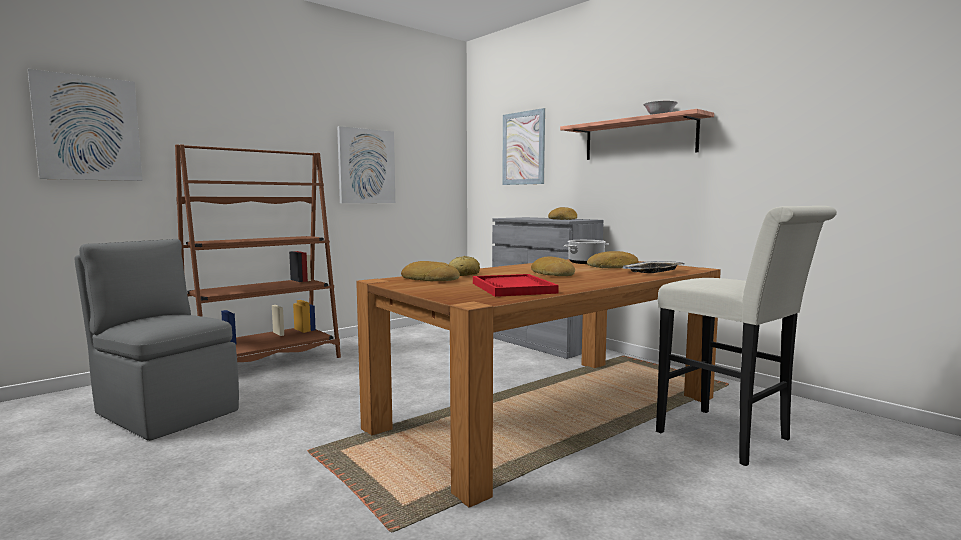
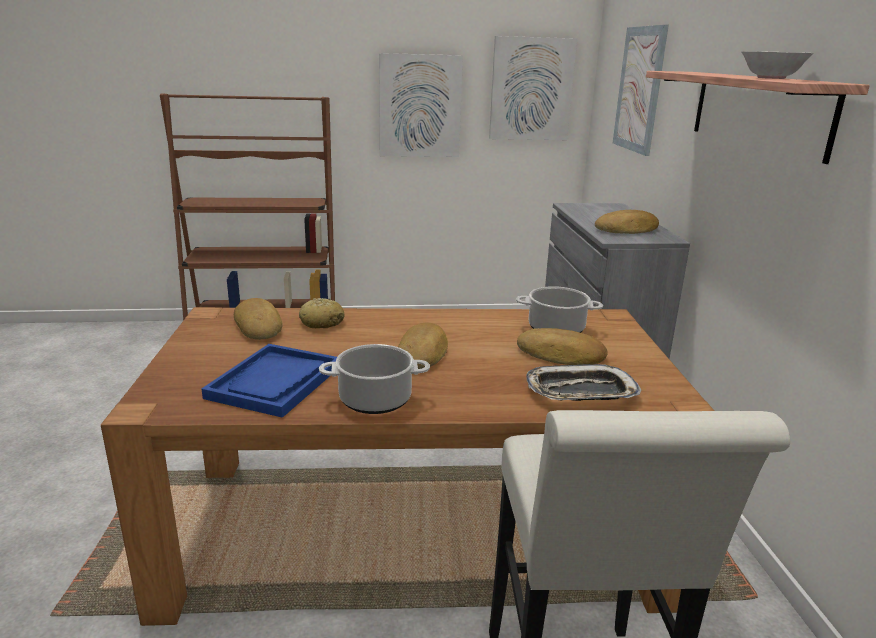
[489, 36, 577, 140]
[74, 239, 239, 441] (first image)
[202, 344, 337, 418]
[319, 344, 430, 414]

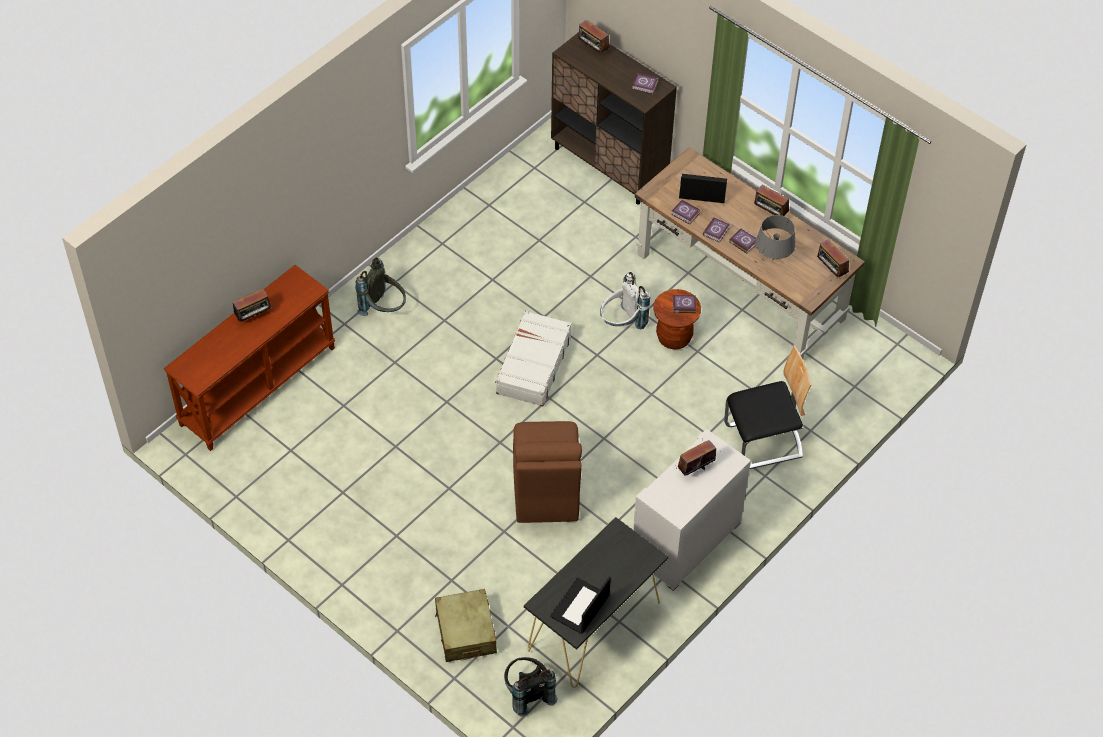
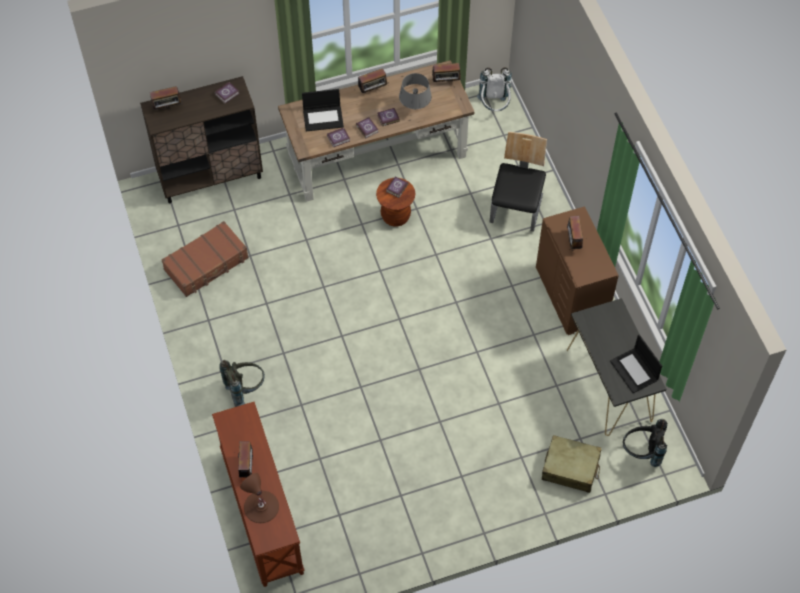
[302, 89, 344, 132]
[477, 68, 512, 111]
[495, 311, 572, 406] (first image)
[513, 421, 582, 523] (first image)
[536, 206, 619, 335]
[161, 221, 249, 297]
[240, 473, 279, 523]

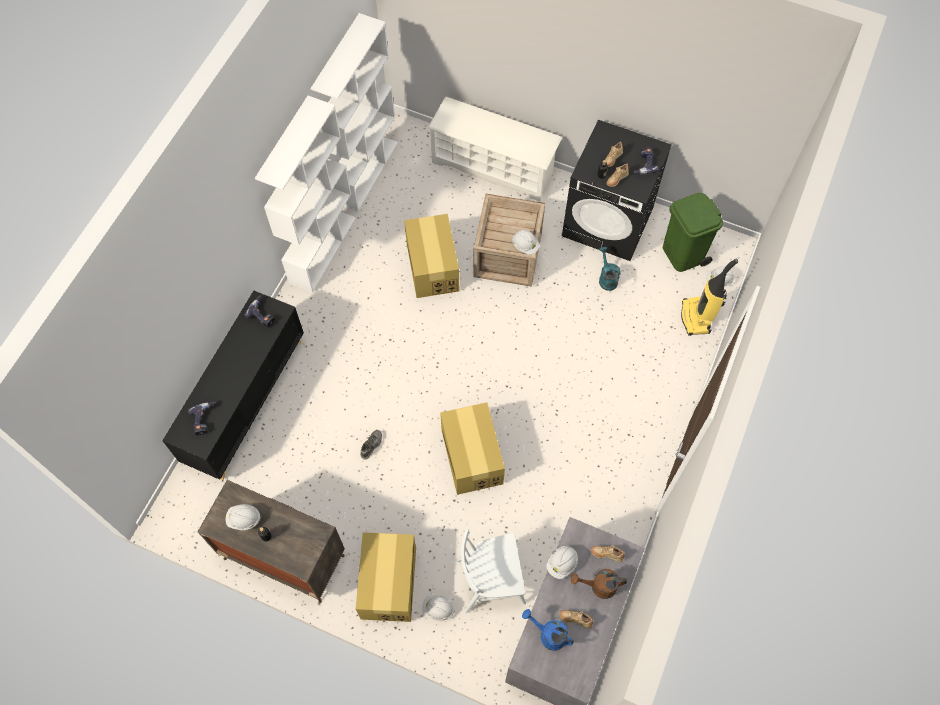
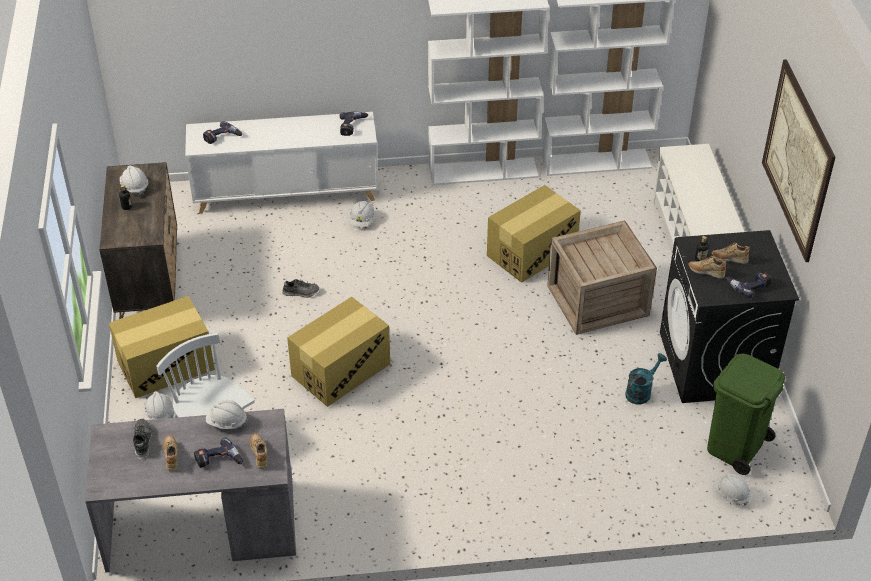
[349, 201, 375, 227]
[681, 259, 738, 336] (first image)
[185, 112, 379, 213]
[194, 438, 243, 468]
[133, 419, 153, 459]
[762, 59, 836, 262]

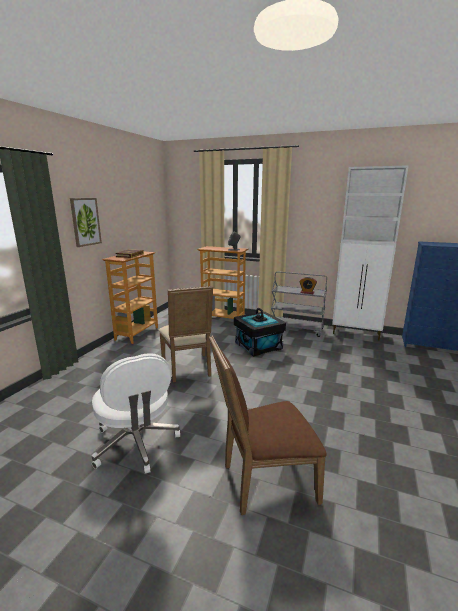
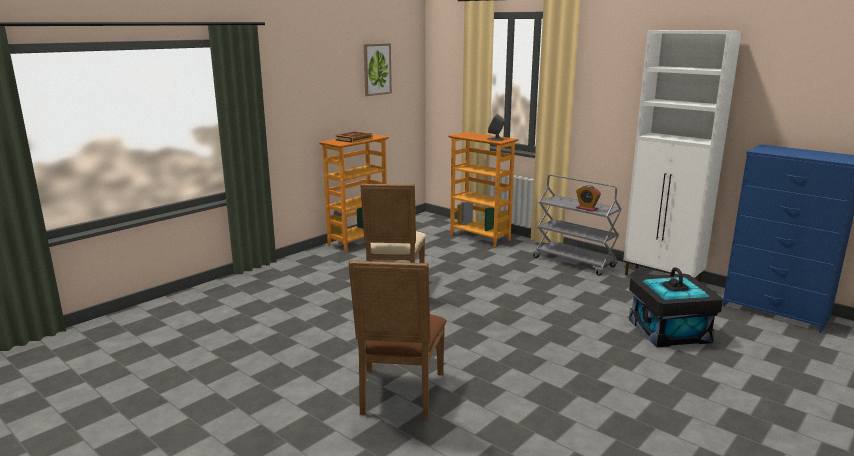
[364, 43, 392, 96]
[629, 267, 723, 347]
[348, 260, 446, 419]
[92, 353, 181, 473] (first image)

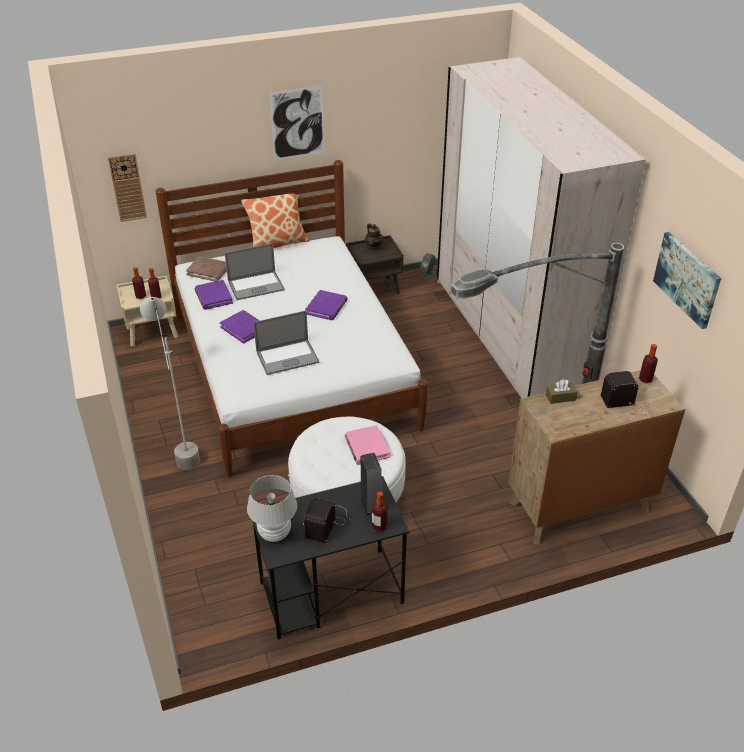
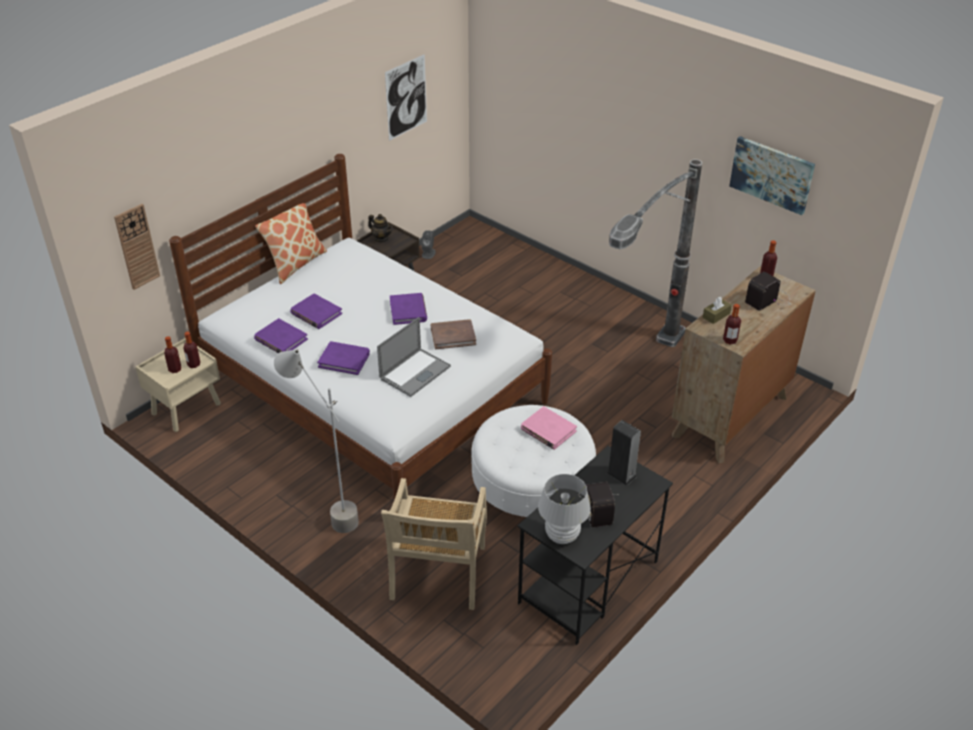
[437, 57, 646, 398] (first image)
[385, 54, 427, 141]
[290, 293, 342, 329]
[431, 319, 476, 349]
[723, 304, 741, 345]
[381, 478, 487, 610]

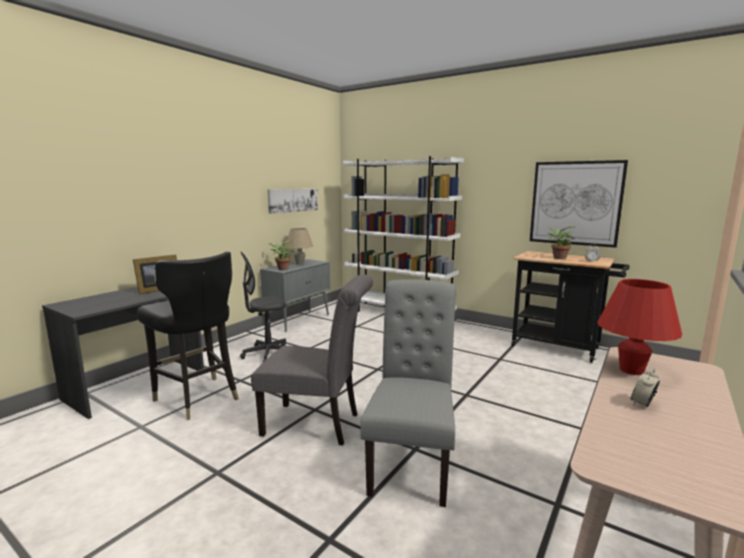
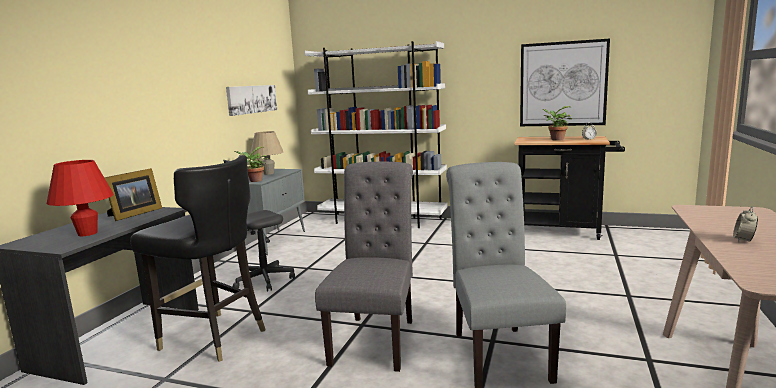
[315, 162, 413, 372]
[47, 160, 114, 236]

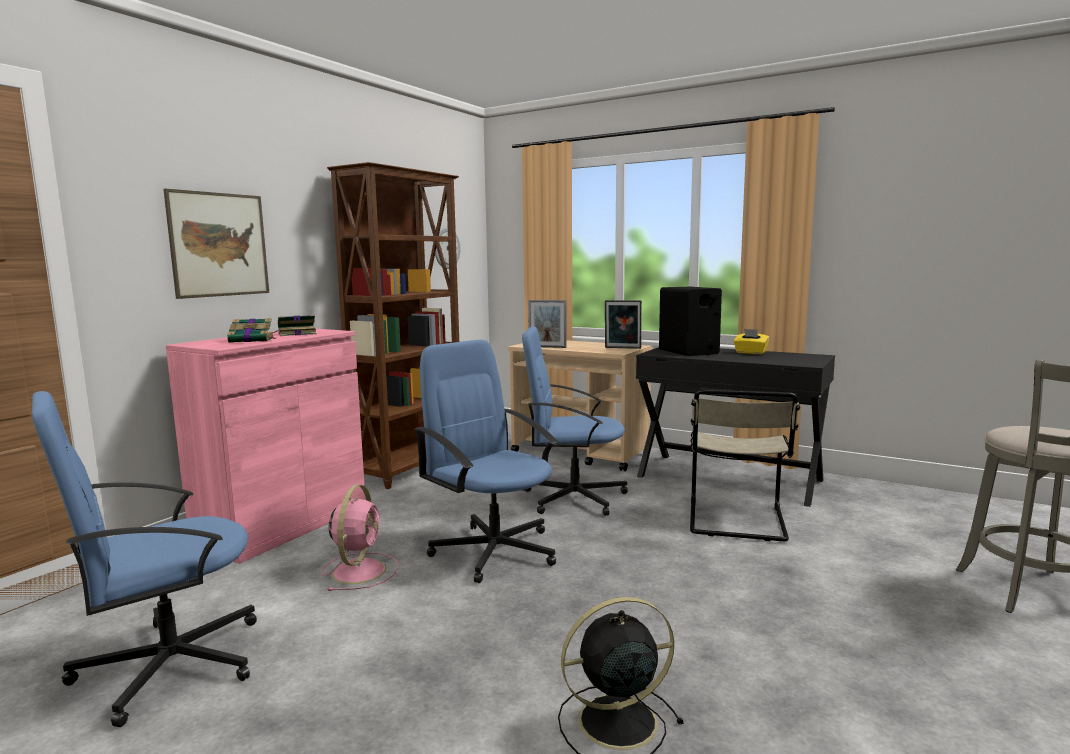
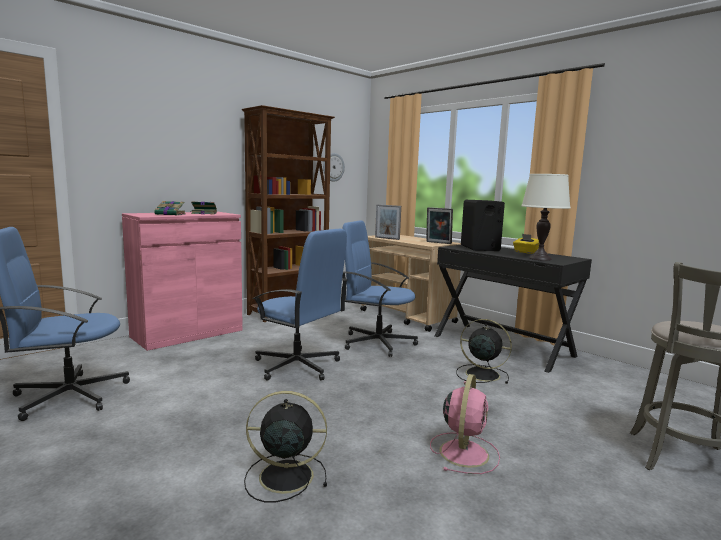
[163, 189, 269, 299] (first image)
[253, 229, 348, 381]
[456, 319, 512, 384]
[430, 374, 500, 474]
[521, 174, 571, 261]

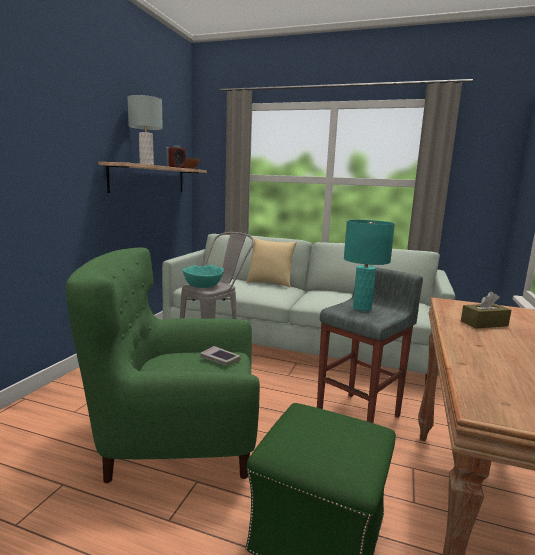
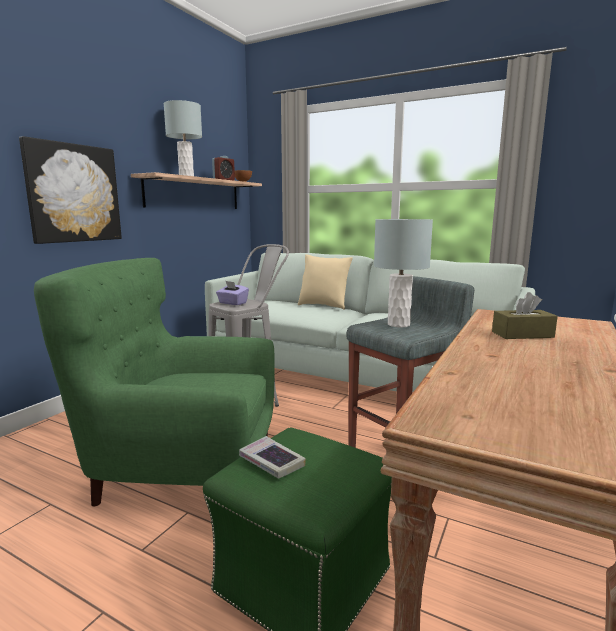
[374, 219, 433, 328]
[216, 281, 249, 305]
[239, 436, 306, 479]
[19, 136, 122, 244]

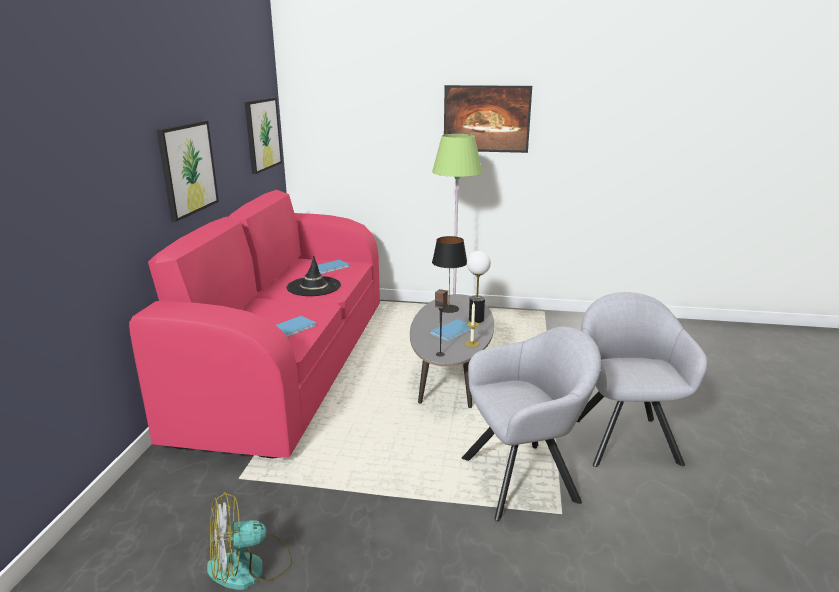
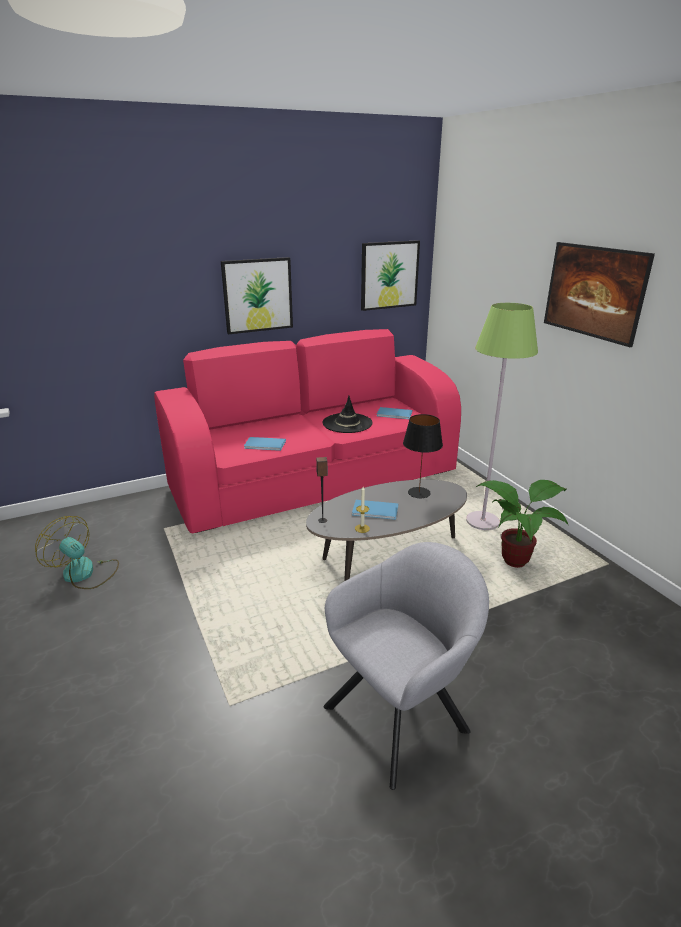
[467, 251, 491, 323] (first image)
[462, 326, 601, 521] (first image)
[475, 480, 569, 568]

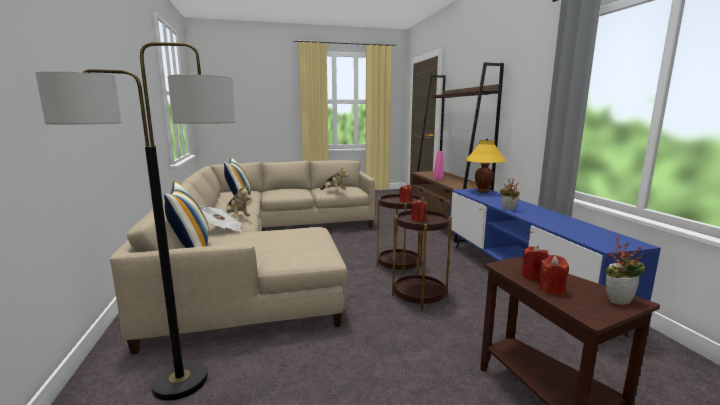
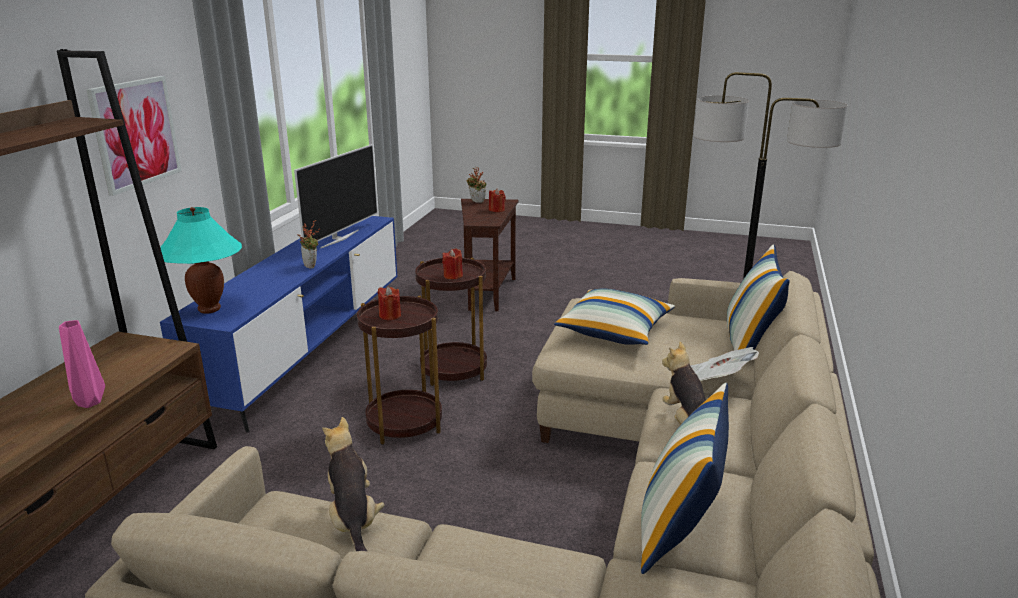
[160, 207, 242, 314]
[521, 245, 550, 281] (first image)
[86, 76, 181, 196]
[294, 144, 378, 248]
[554, 288, 675, 345]

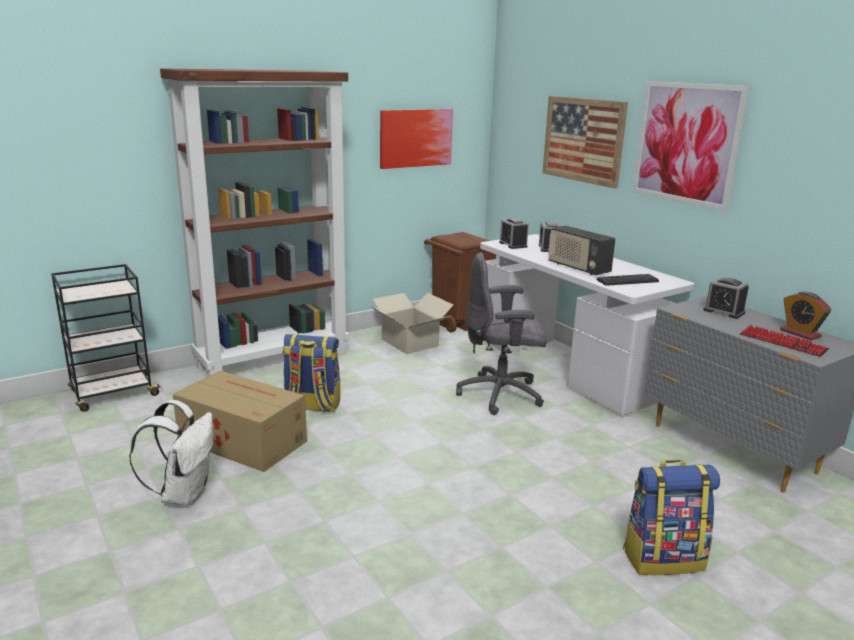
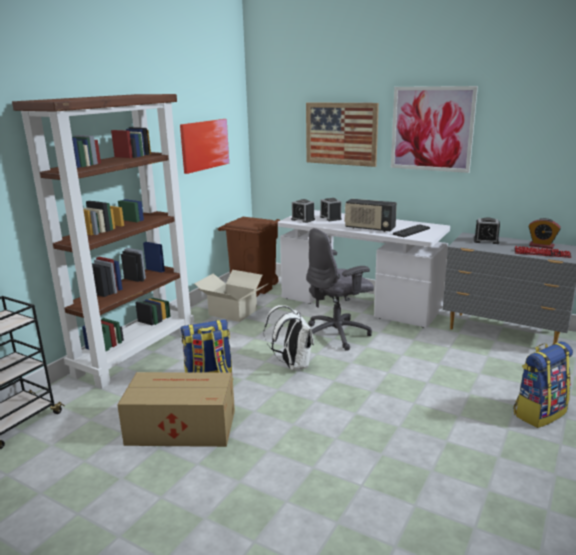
[264, 305, 314, 370]

